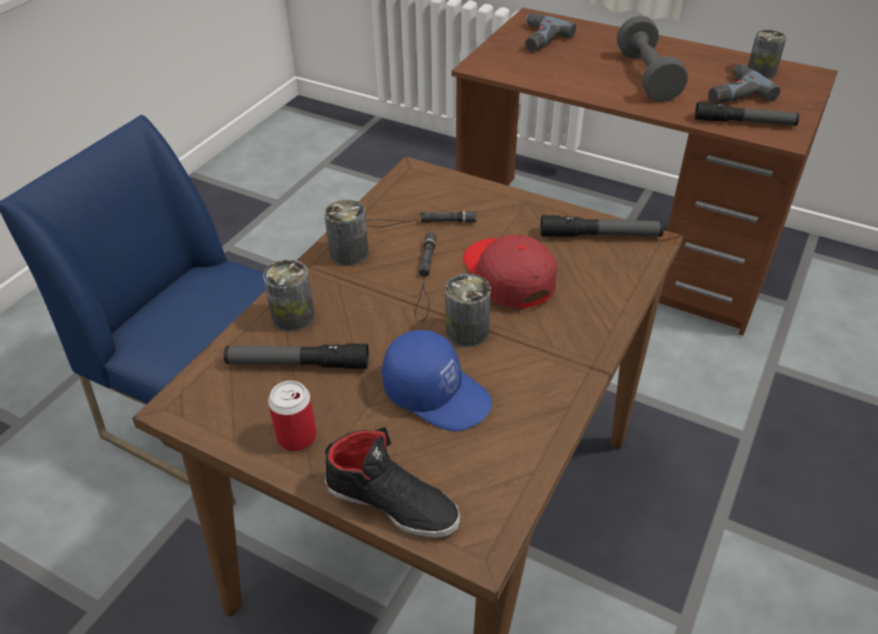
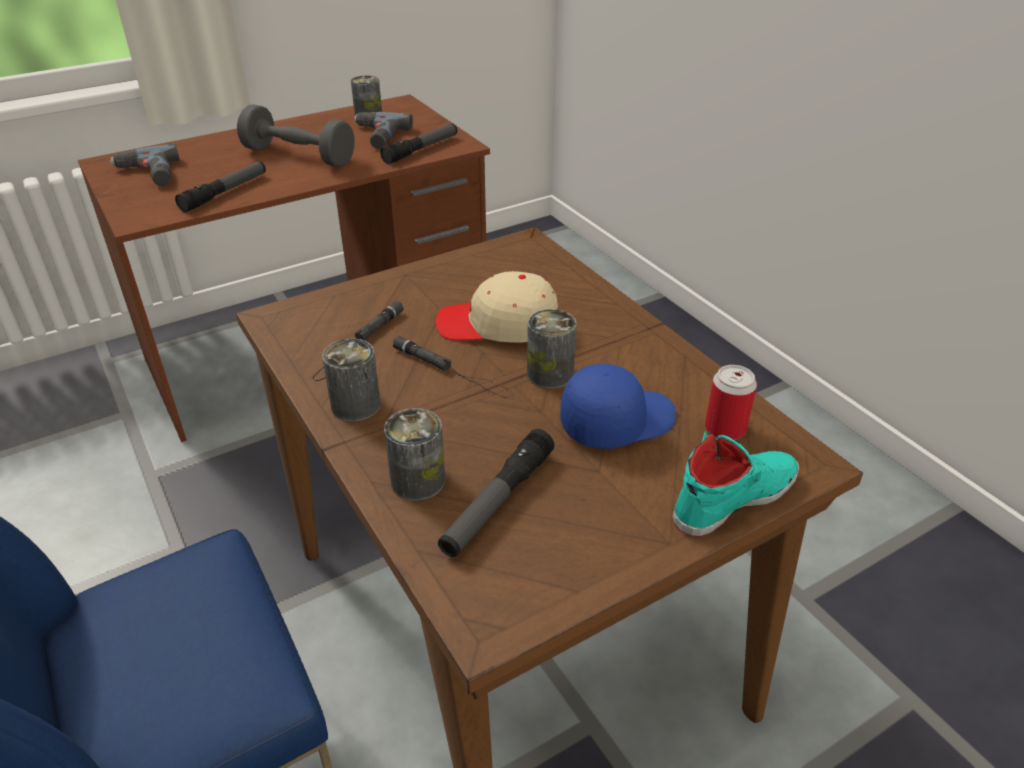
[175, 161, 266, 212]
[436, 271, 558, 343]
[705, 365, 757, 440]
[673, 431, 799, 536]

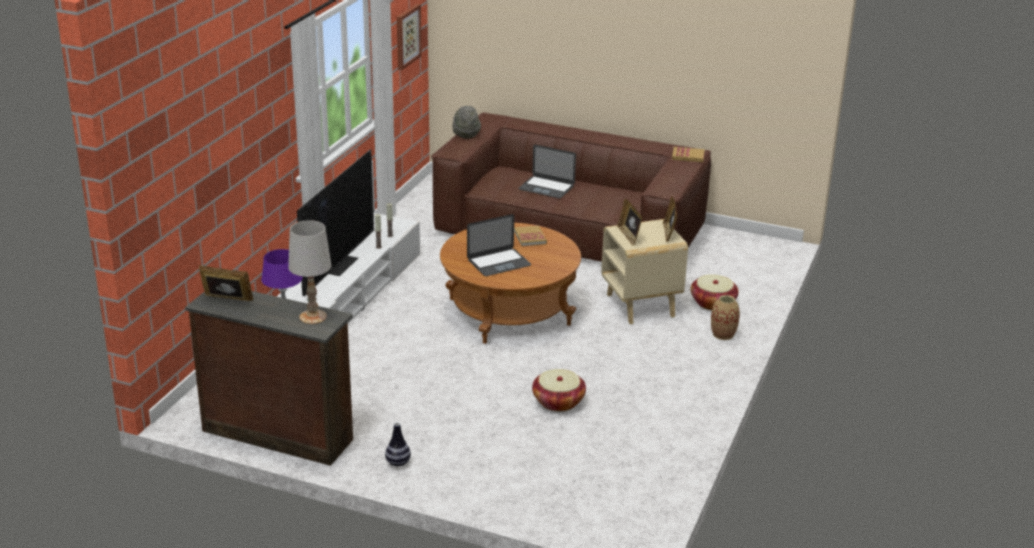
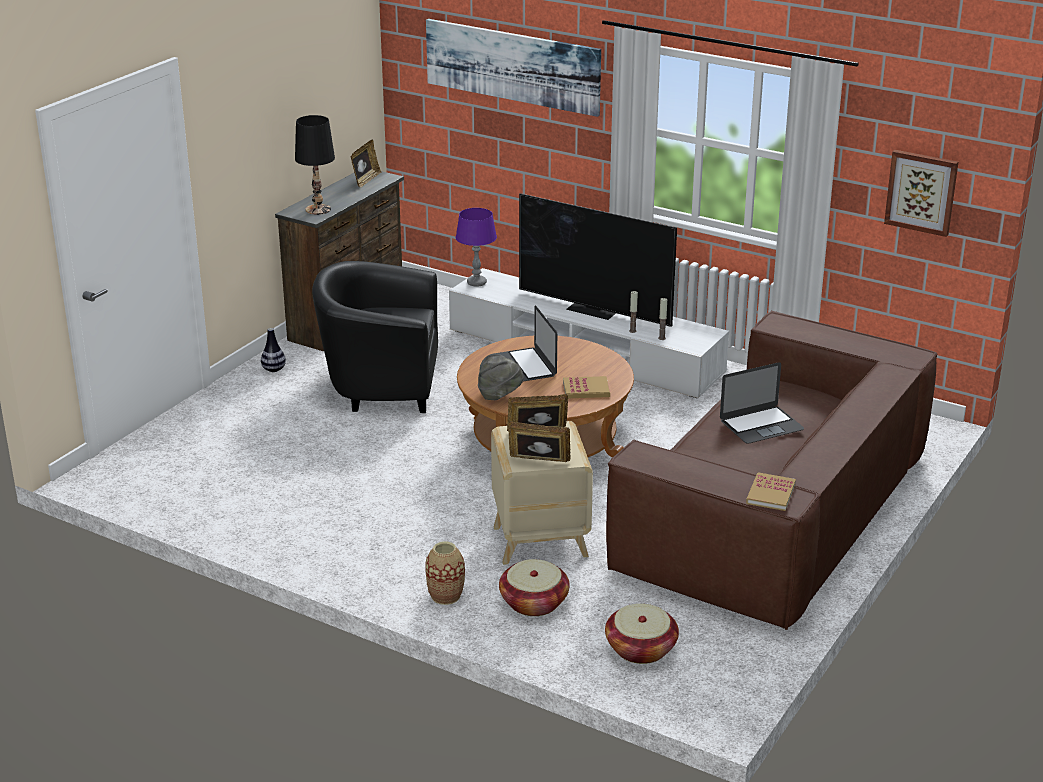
[478, 354, 524, 400]
[720, 362, 804, 444]
[295, 115, 335, 215]
[605, 604, 679, 664]
[426, 19, 601, 117]
[312, 261, 438, 413]

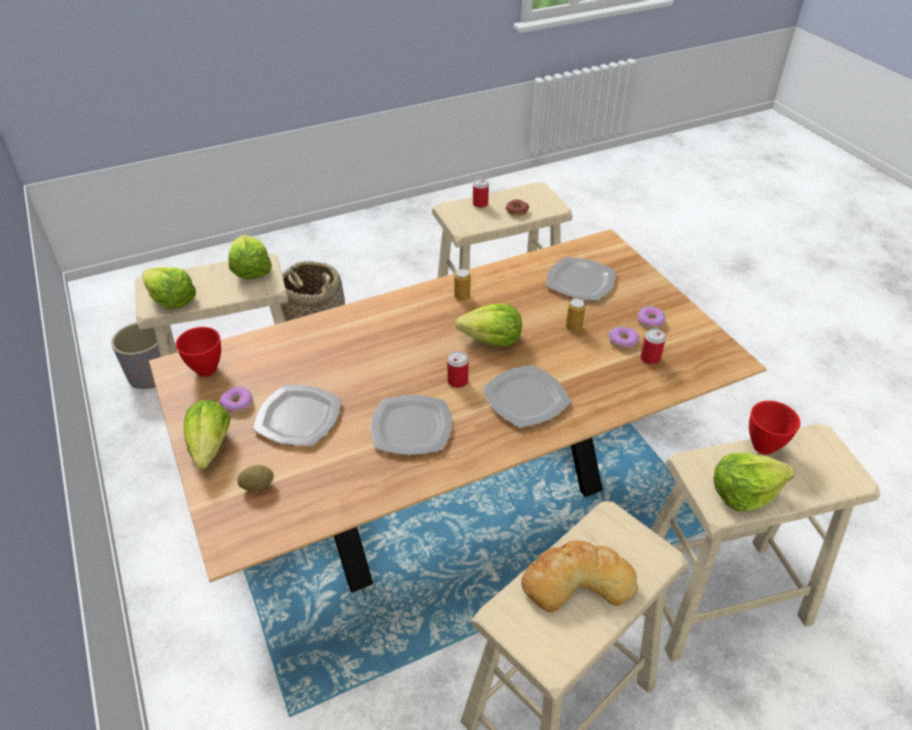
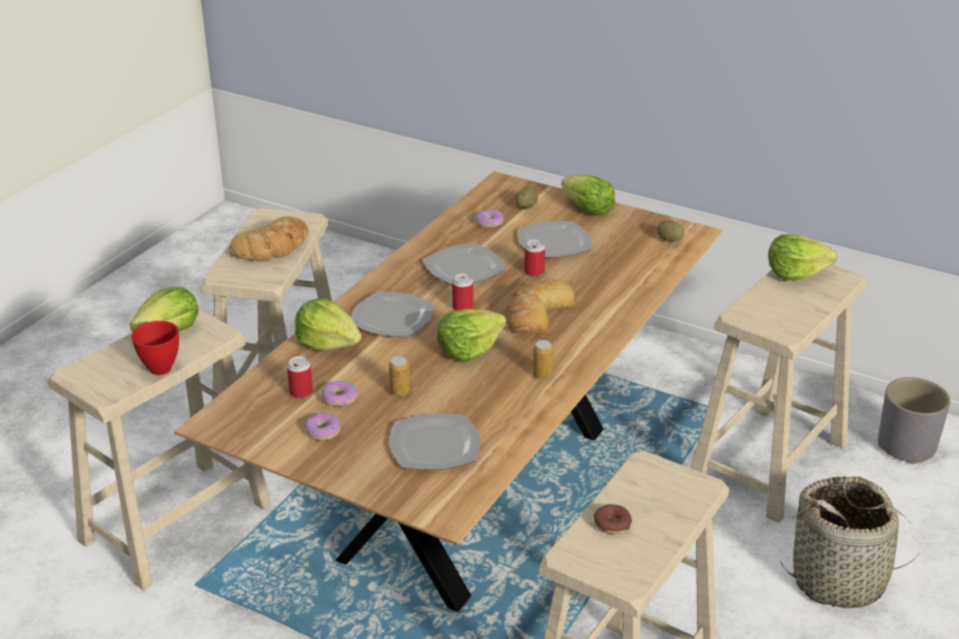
[524, 240, 545, 277]
[295, 298, 361, 350]
[657, 220, 684, 242]
[475, 209, 504, 228]
[505, 278, 575, 334]

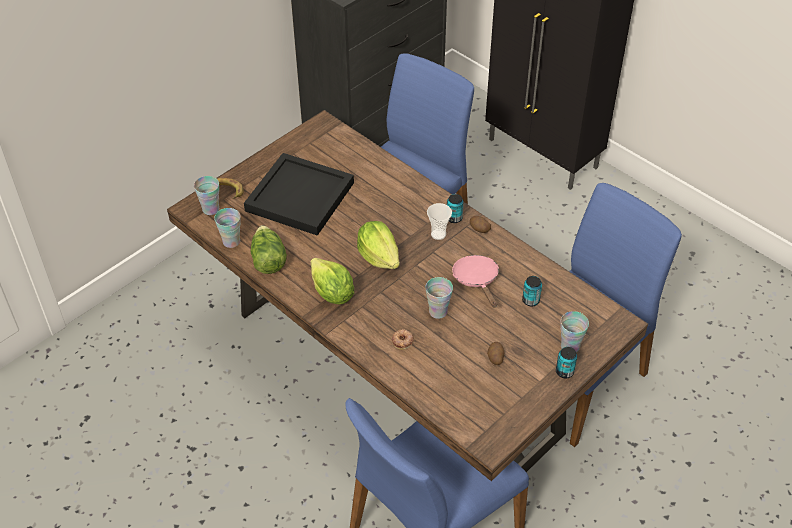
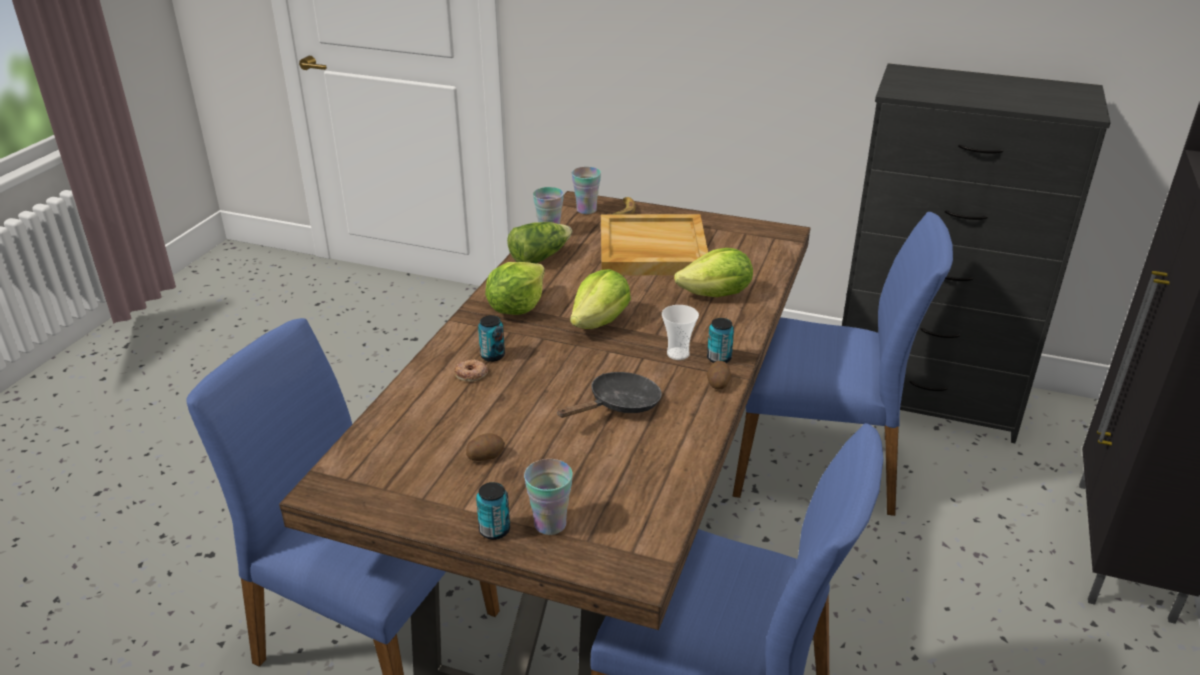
[601, 214, 708, 275]
[557, 372, 662, 418]
[478, 315, 505, 362]
[425, 277, 453, 319] (first image)
[674, 248, 753, 297]

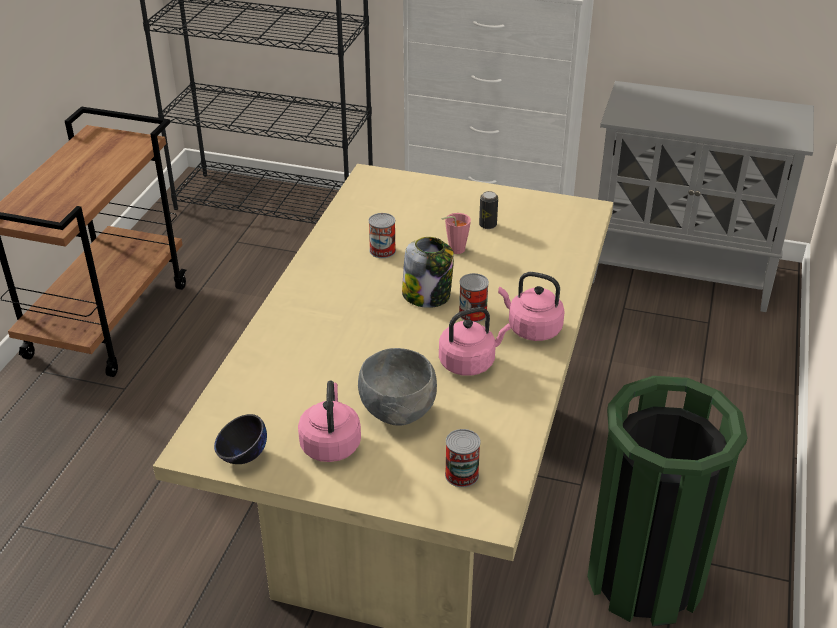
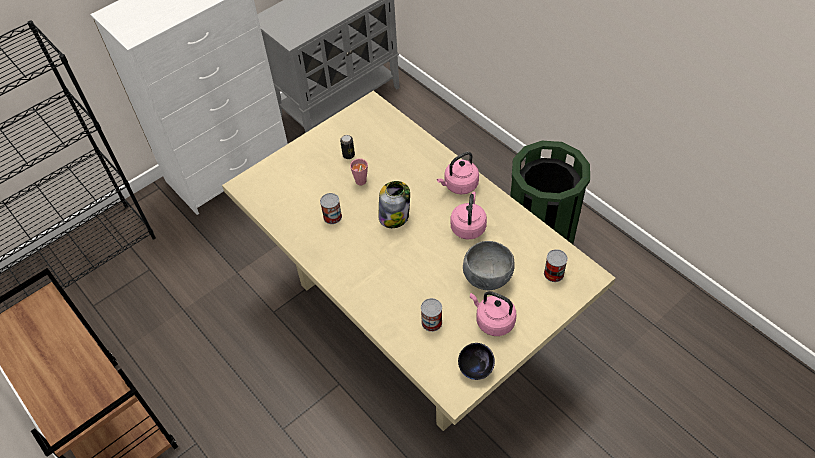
[421, 298, 442, 332]

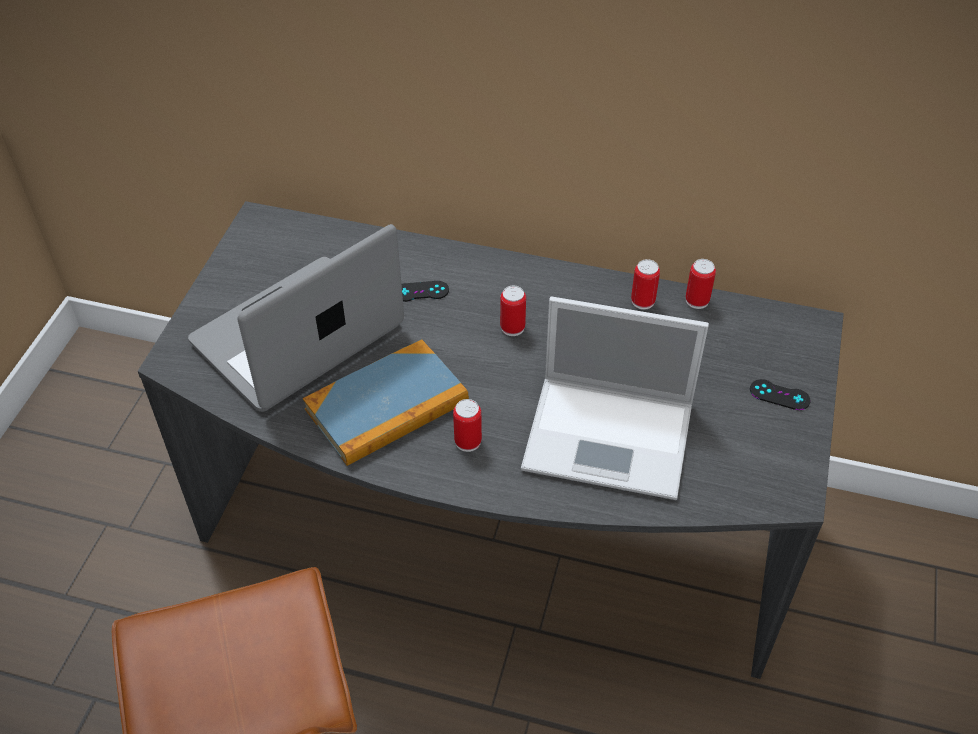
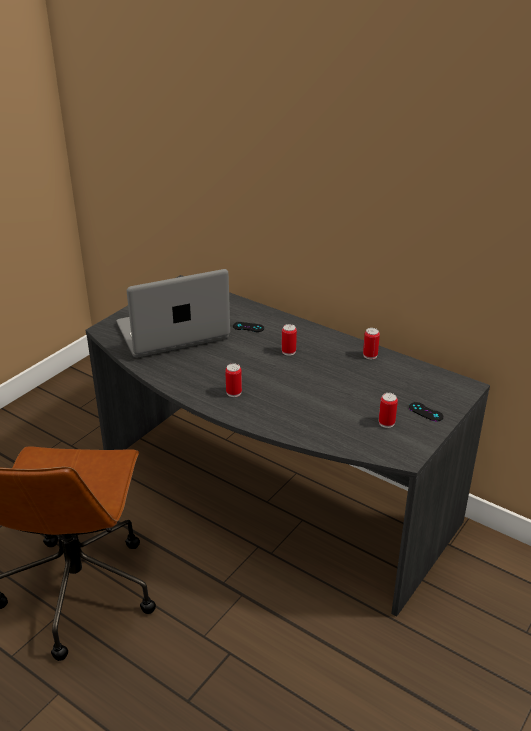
[379, 393, 398, 428]
[521, 296, 709, 500] (first image)
[303, 339, 469, 466] (first image)

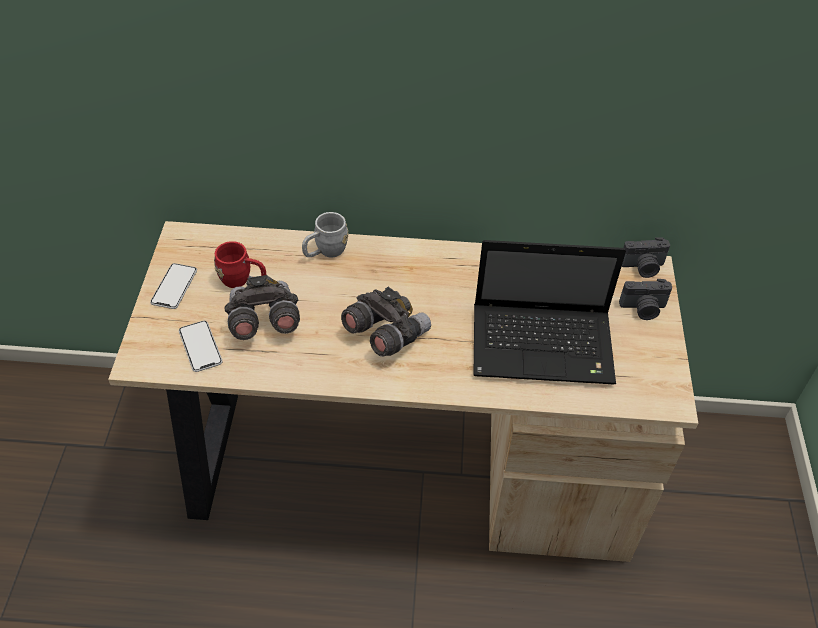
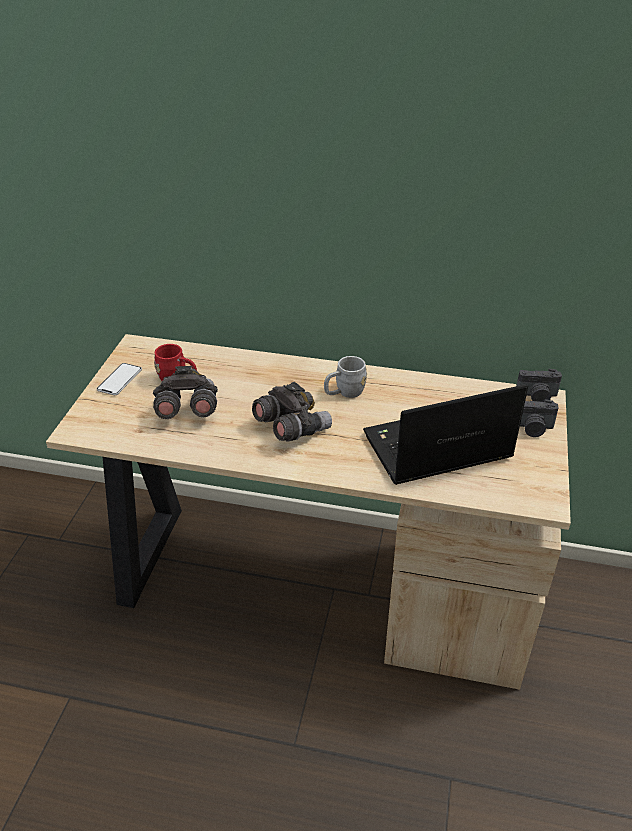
[324, 356, 367, 398]
[363, 384, 528, 485]
[179, 321, 222, 372] (first image)

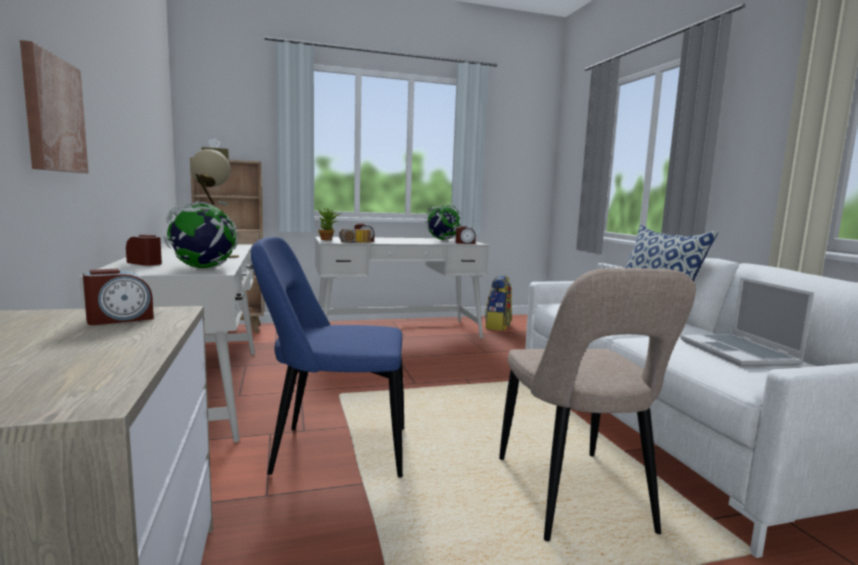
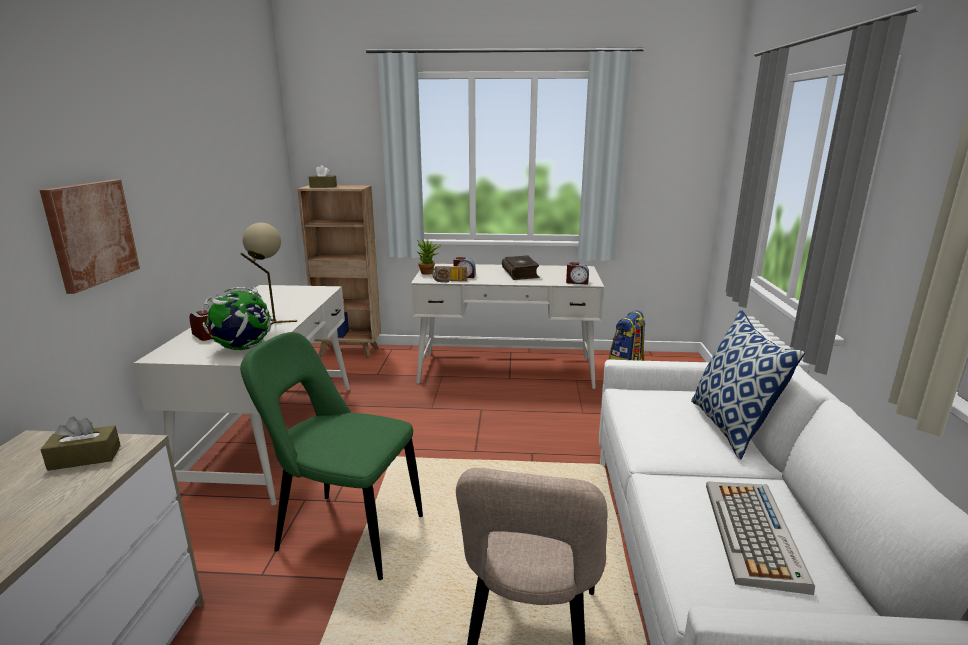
[425, 204, 461, 240] (first image)
[240, 332, 423, 580]
[40, 417, 121, 471]
[706, 481, 815, 595]
[502, 255, 540, 280]

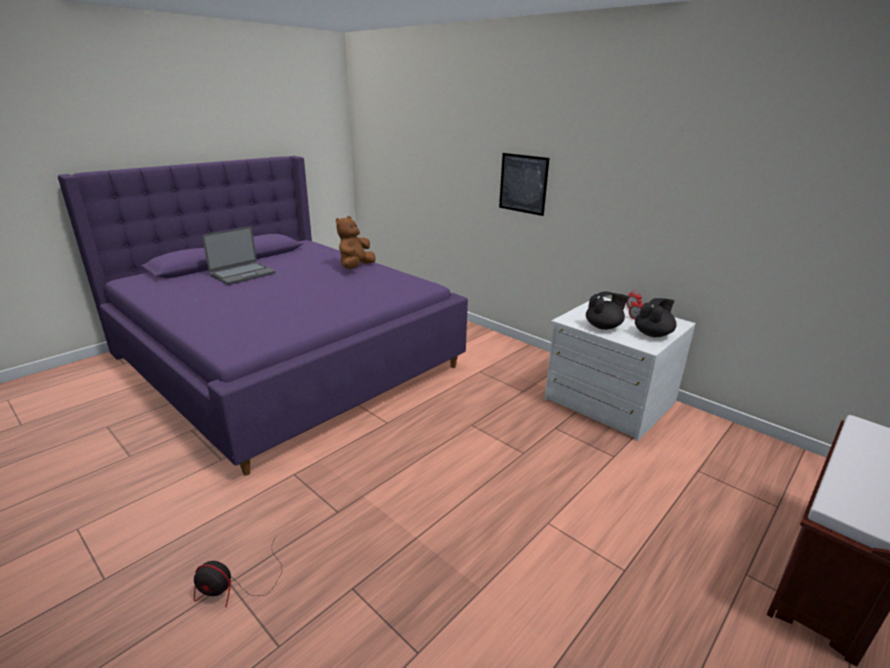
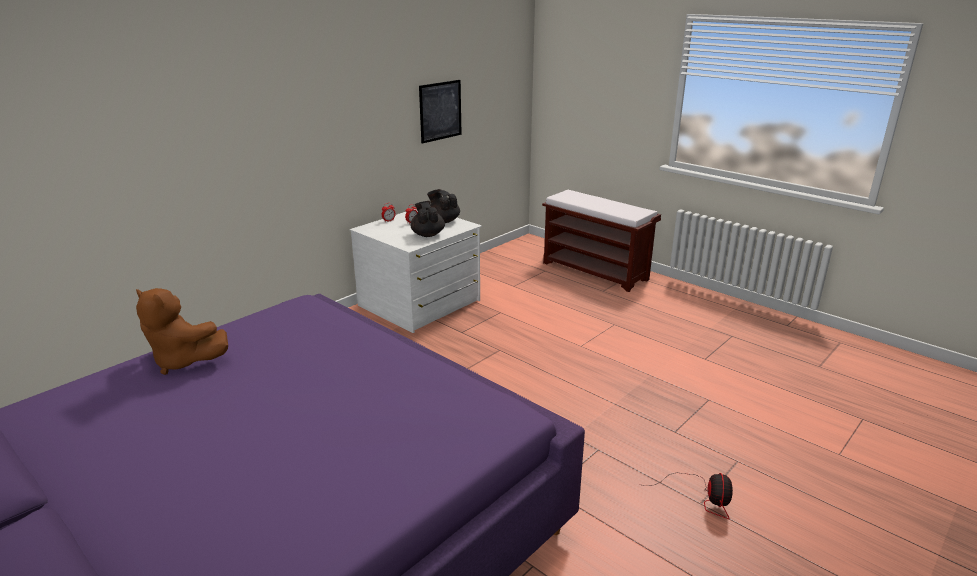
[419, 80, 462, 144]
[202, 226, 276, 285] (first image)

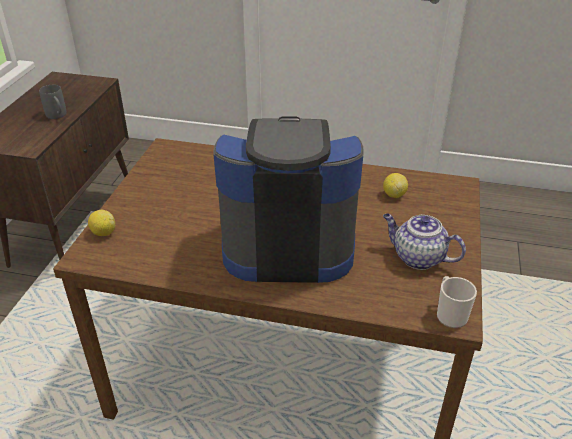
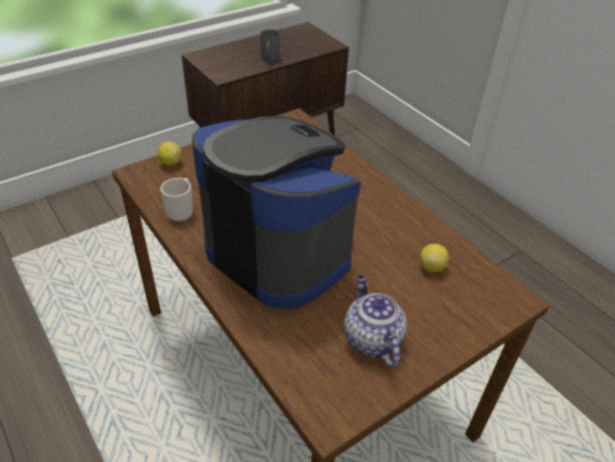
[160, 178, 193, 222]

